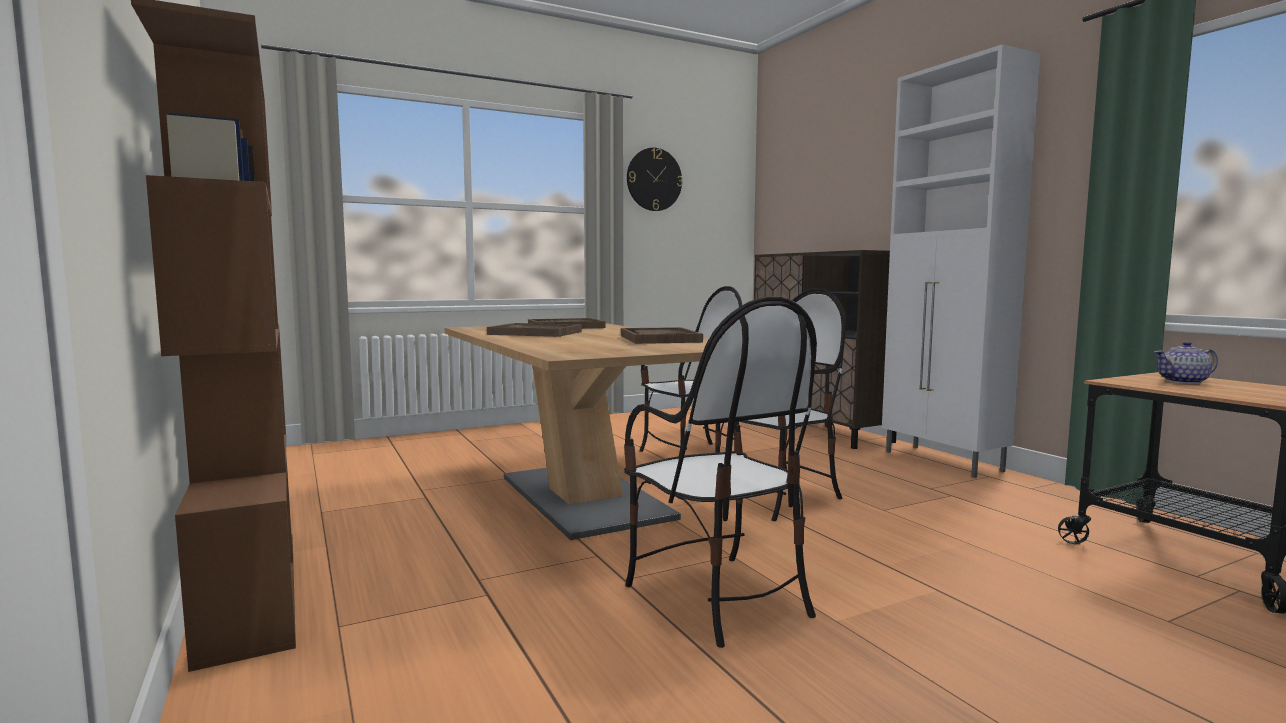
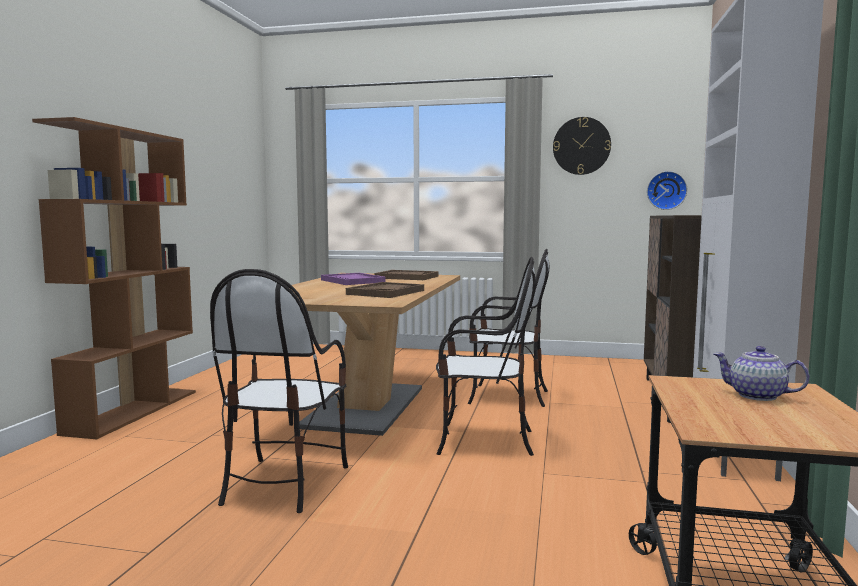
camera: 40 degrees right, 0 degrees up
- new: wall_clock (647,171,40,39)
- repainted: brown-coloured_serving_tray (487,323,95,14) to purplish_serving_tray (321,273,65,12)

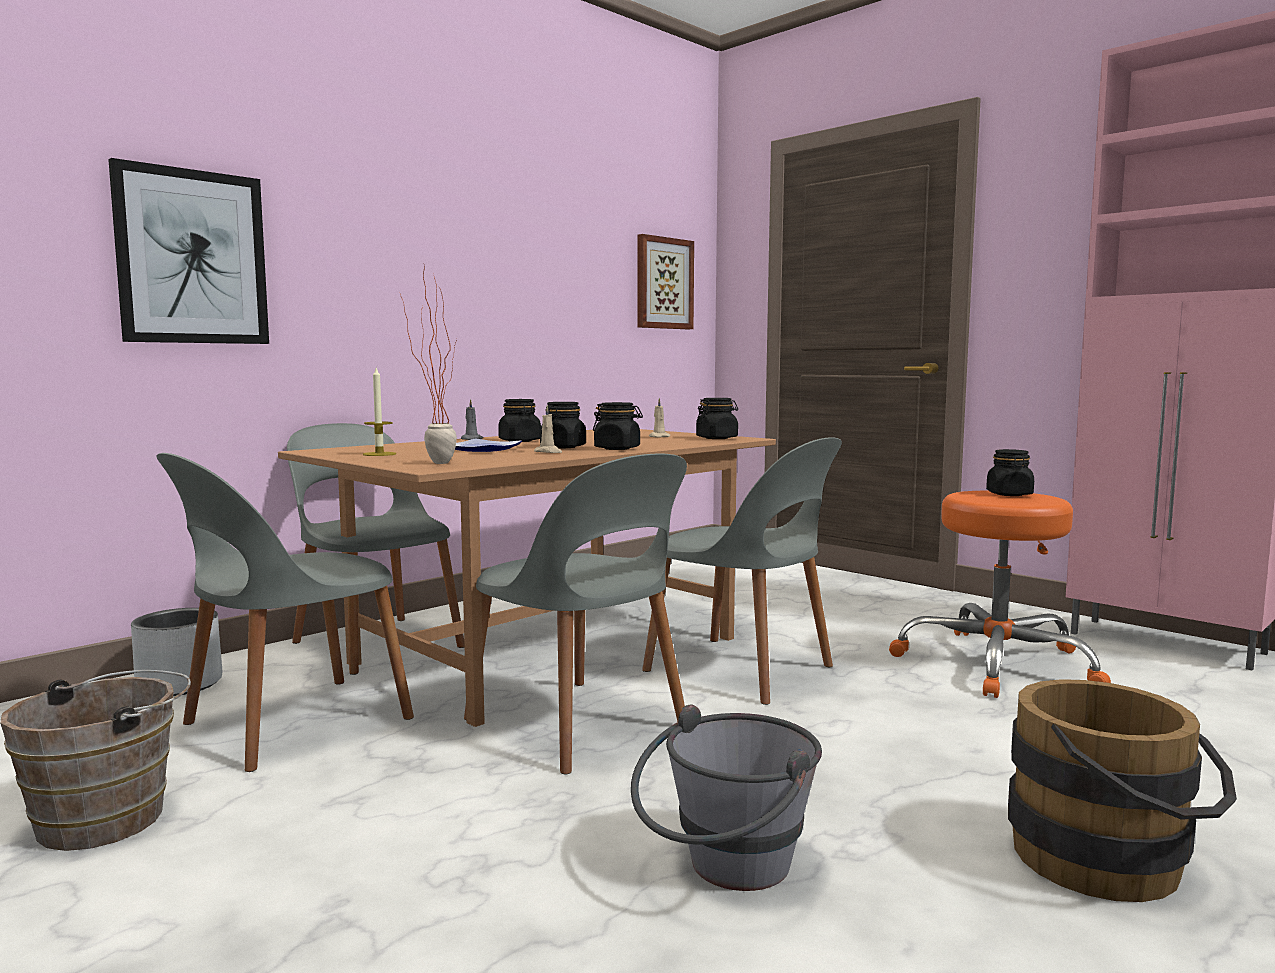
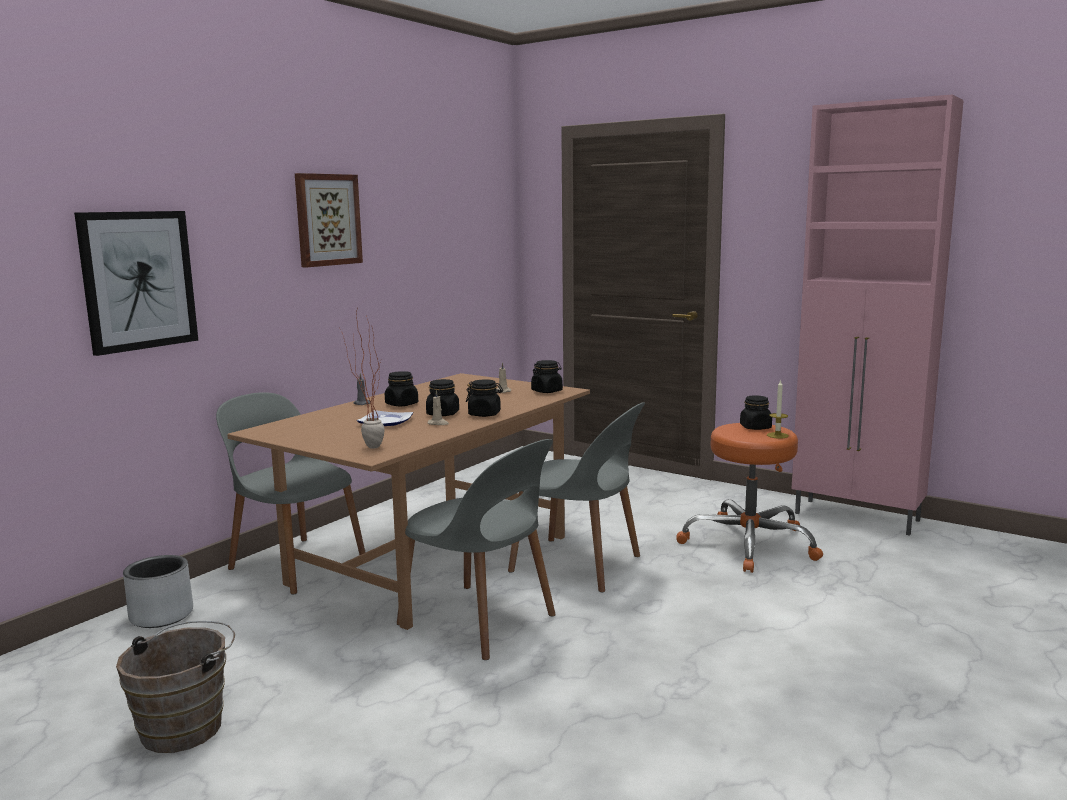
camera: 10 degrees left, 5 degrees up
- gone: gray_chair (156,453,258,319)
- gone: gray_pail (631,704,191,187)
- gone: brown-coloured_pail (1008,679,229,223)
- shifted: wax_light (363,368,33,88) to (767,380,22,59)
- shifted: wall_picture (637,234,57,95) to (295,173,68,95)

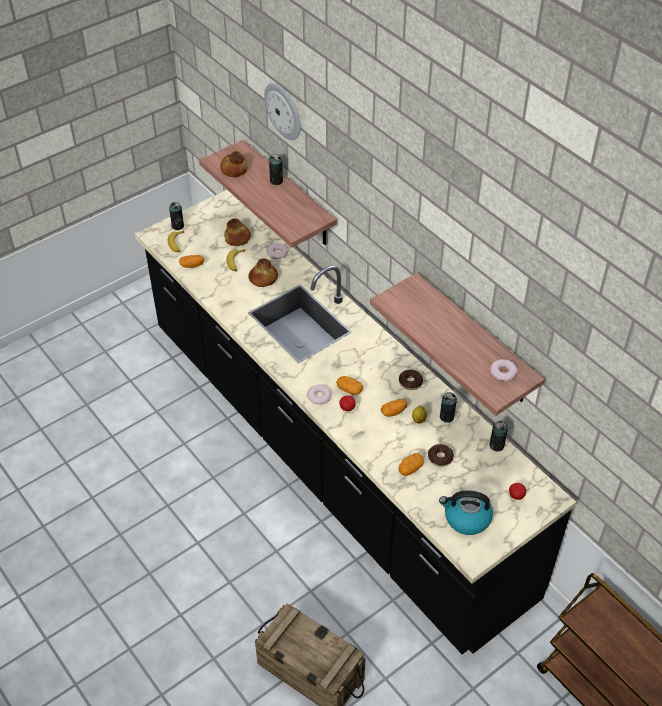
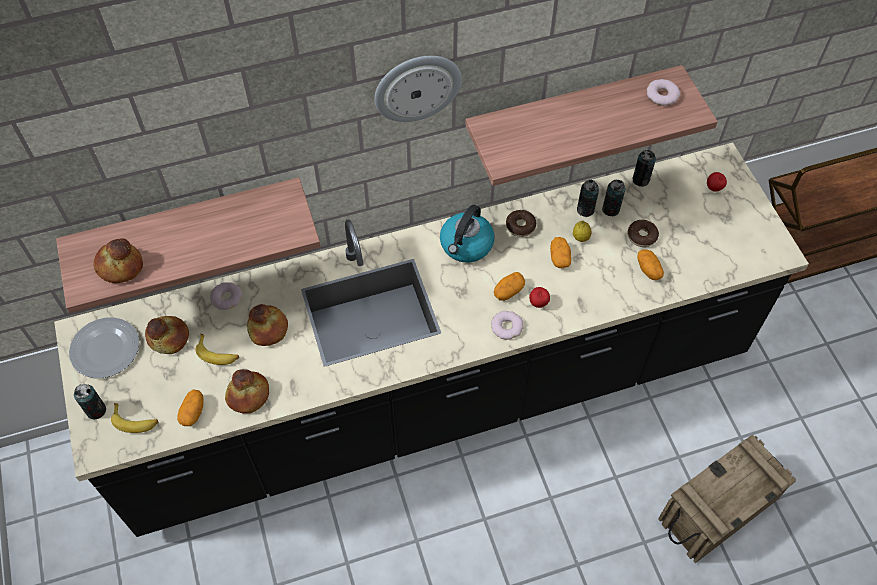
camera: 70 degrees left, 10 degrees up
- new: flat_dish (69,317,70,61)
- new: baked_bread (225,369,44,45)
- shifted: wall_clock (264,83,37,57) to (375,56,87,66)
- shifted: can (269,154,14,31) to (602,180,23,36)
- shifted: kettle (439,491,54,44) to (440,205,55,58)

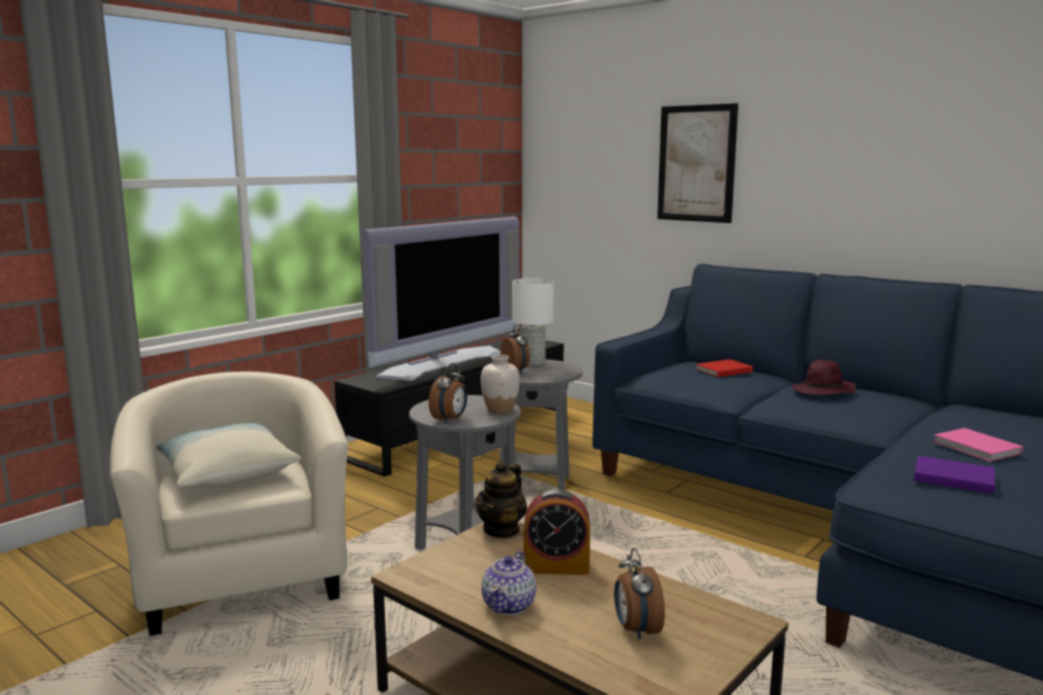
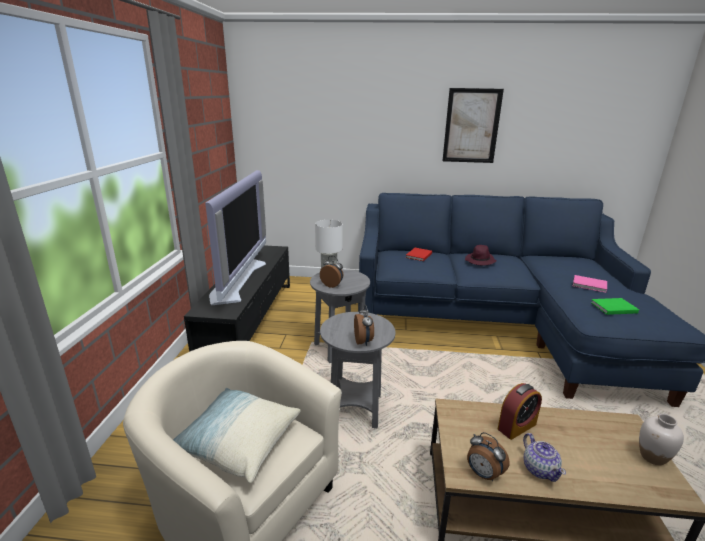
camera: 35 degrees left, 10 degrees up
- gone: tea_pot (475,460,52,78)
- shifted: whitish_decorative_vase (481,355,39,59) to (639,414,45,51)
- shifted: table_clock (614,548,51,92) to (467,432,43,50)
- shifted: wall_picture (657,103,81,120) to (443,88,61,75)
- repainted: purplish_book (914,456,81,38) to green_book (591,298,48,17)

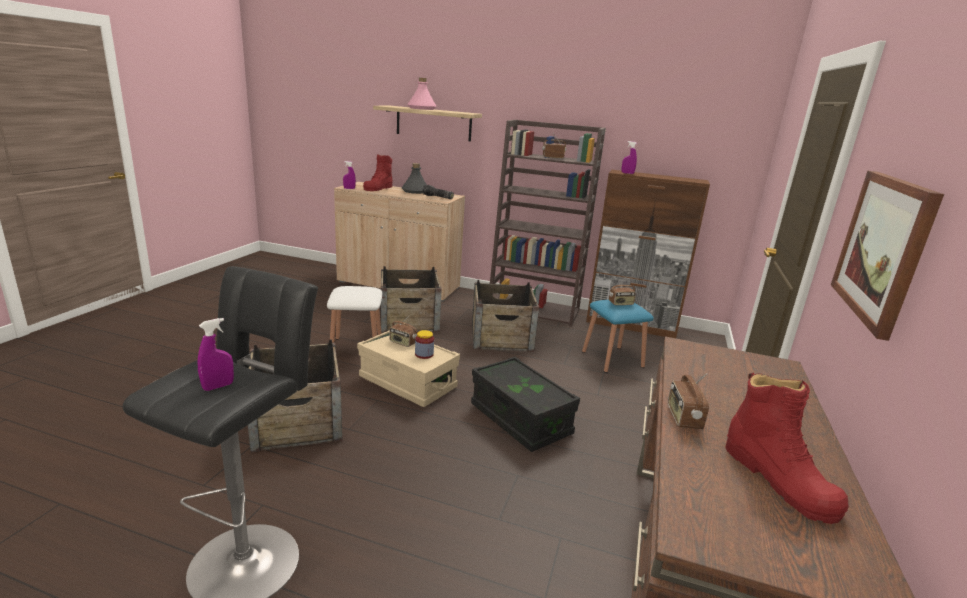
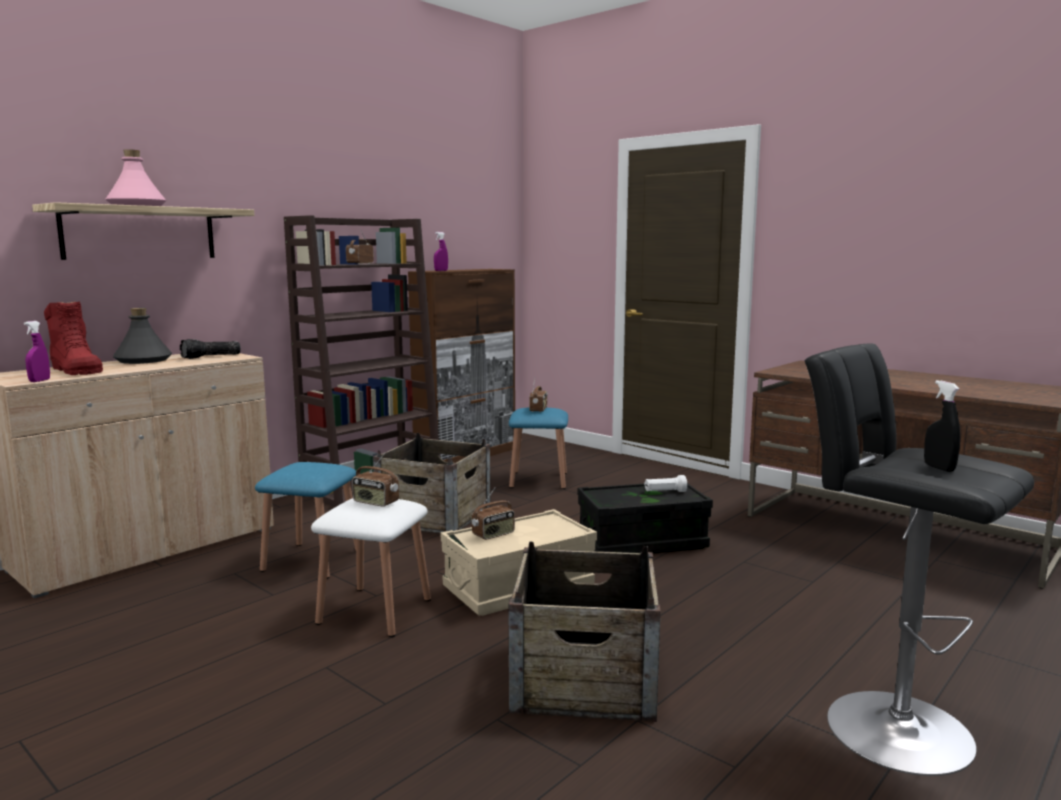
camera: 65 degrees left, 10 degrees down
- gone: preserve_jar (415,330,19,29)
- gone: red_high-top_boot (725,373,124,151)
- gone: wall_picture (831,171,113,170)
- new: whitish_torch (644,475,43,17)
- shifted: radio (668,373,41,56) to (352,453,47,54)
- swapped: packing_crate (381,266,61,67) to bluish_stool (255,462,101,117)
- repainted: purplish_sprayer (197,318,37,73) to black-coloured_sprayer (924,380,37,92)

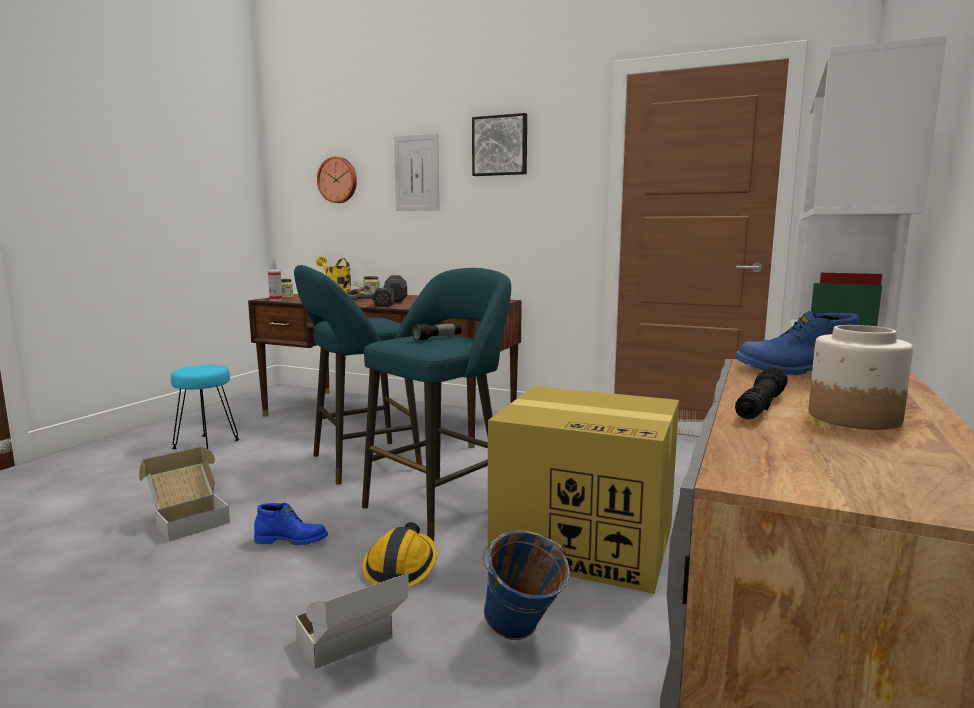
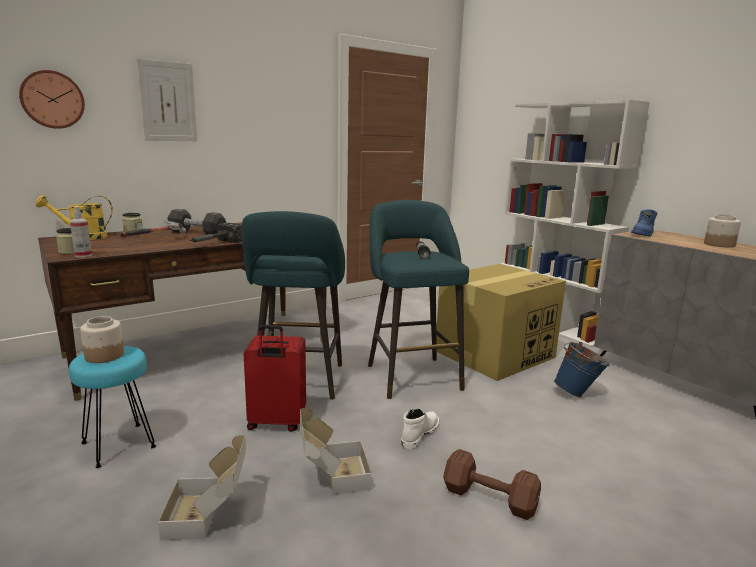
camera: 60 degrees left, 5 degrees up
- gone: safety_helmet (362,522,75,65)
- gone: wall_picture (472,113,55,63)
- gone: black-coloured_torch (735,367,53,52)
- new: preserve_jar (80,316,44,47)
- new: red_travel_case (244,325,62,107)
- new: brown-coloured_free_weight (443,449,98,71)
- shifted: cardboard_box (295,570,114,99) to (158,435,88,105)
- repainted: bluish_high-top_boot (254,503,74,42) to whitish_high-top_boot (401,408,38,41)

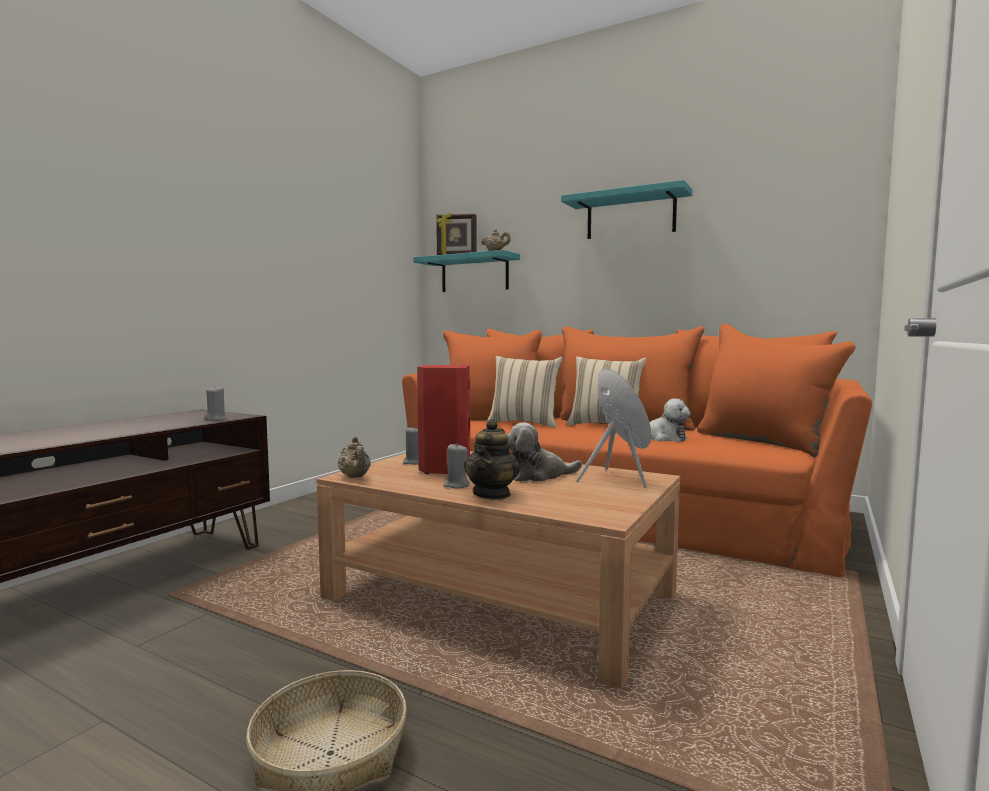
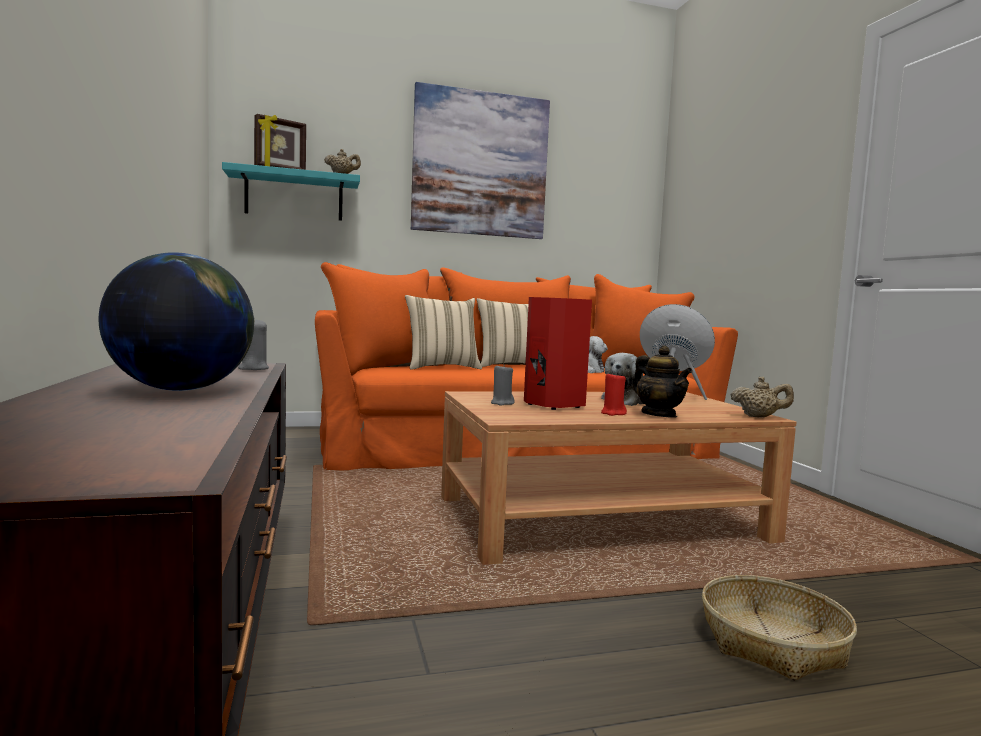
camera: 45 degrees left, 0 degrees up
- new: globe (99,252,155,139)
- shifted: beige_tea_pot (338,437,33,41) to (731,376,63,41)
- swapped: turquoise-coloured_bracket_shelf (561,180,132,59) to wall_picture (411,82,139,157)
- repainted: gray_wax_light (443,443,27,45) to red_wax_light (601,372,26,44)

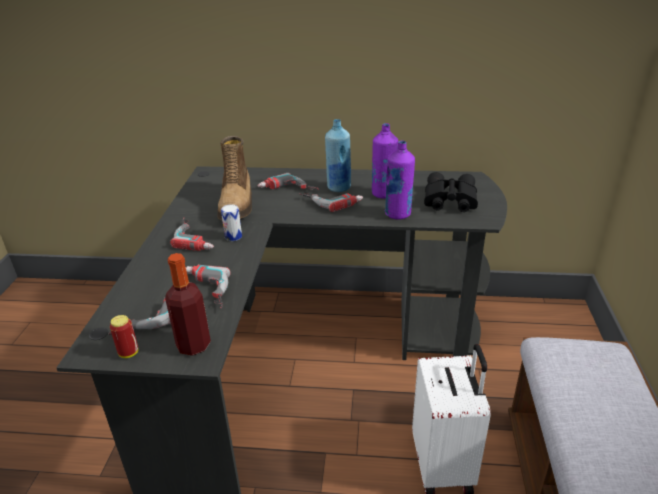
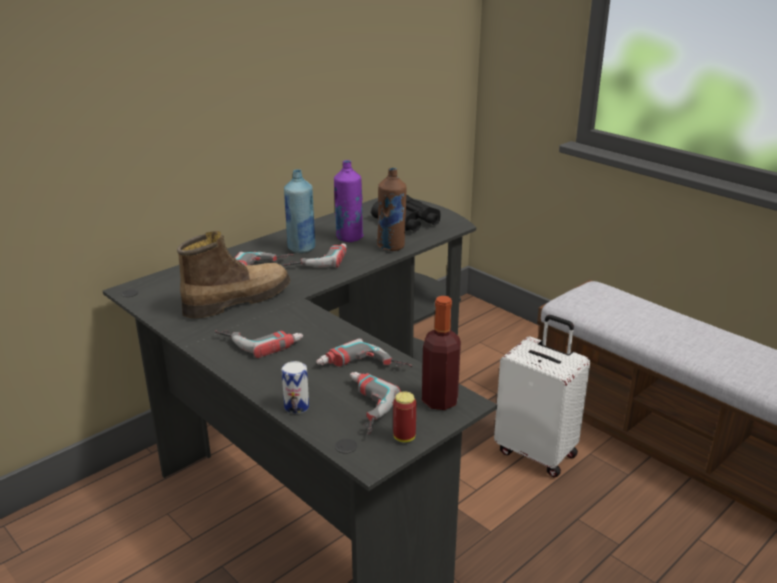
camera: 50 degrees left, 5 degrees down
- shifted: can (221,204,21,37) to (281,361,28,53)
- repainted: purplish_bottle (385,140,30,80) to brown-coloured_bottle (377,168,29,83)
- rotated: high-top_boot (217,136,35,84) = (177,231,113,87) 75 degrees counterclockwise

